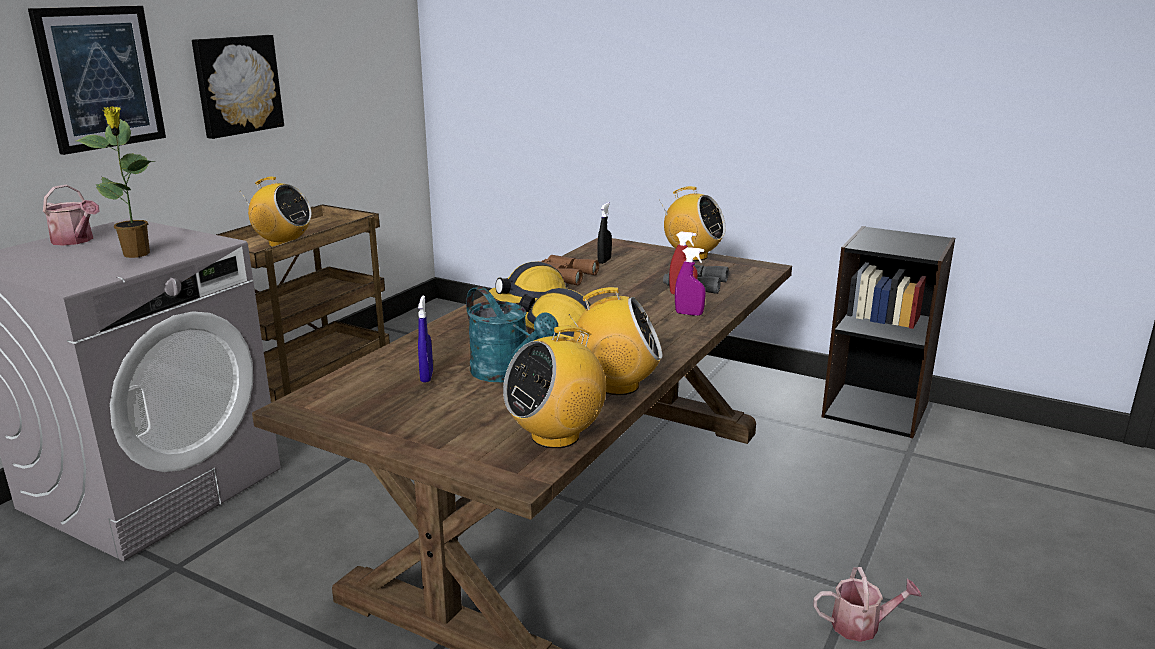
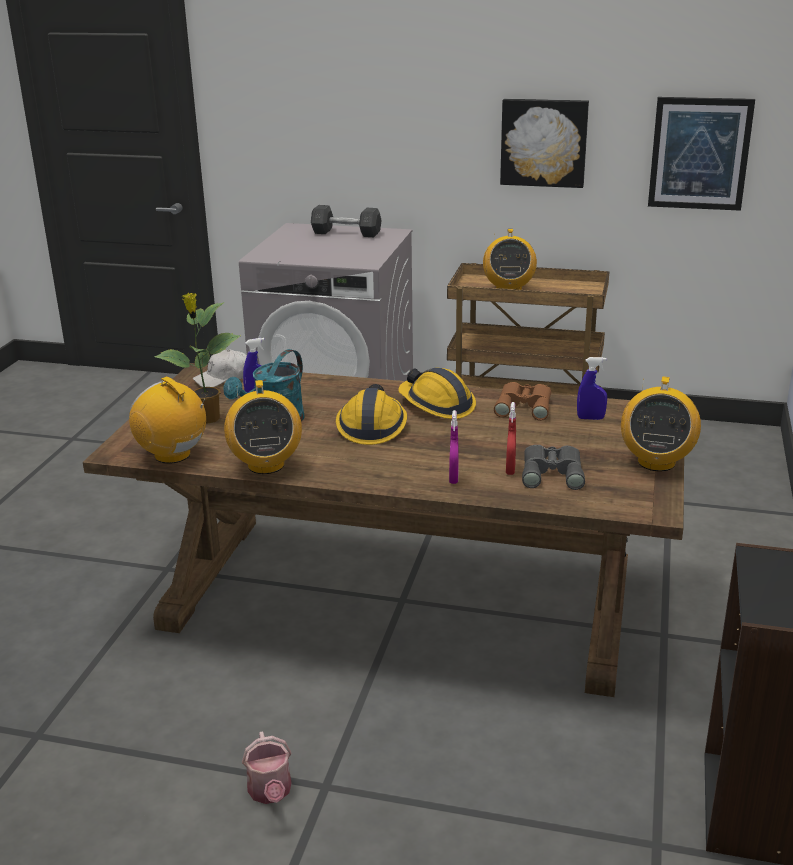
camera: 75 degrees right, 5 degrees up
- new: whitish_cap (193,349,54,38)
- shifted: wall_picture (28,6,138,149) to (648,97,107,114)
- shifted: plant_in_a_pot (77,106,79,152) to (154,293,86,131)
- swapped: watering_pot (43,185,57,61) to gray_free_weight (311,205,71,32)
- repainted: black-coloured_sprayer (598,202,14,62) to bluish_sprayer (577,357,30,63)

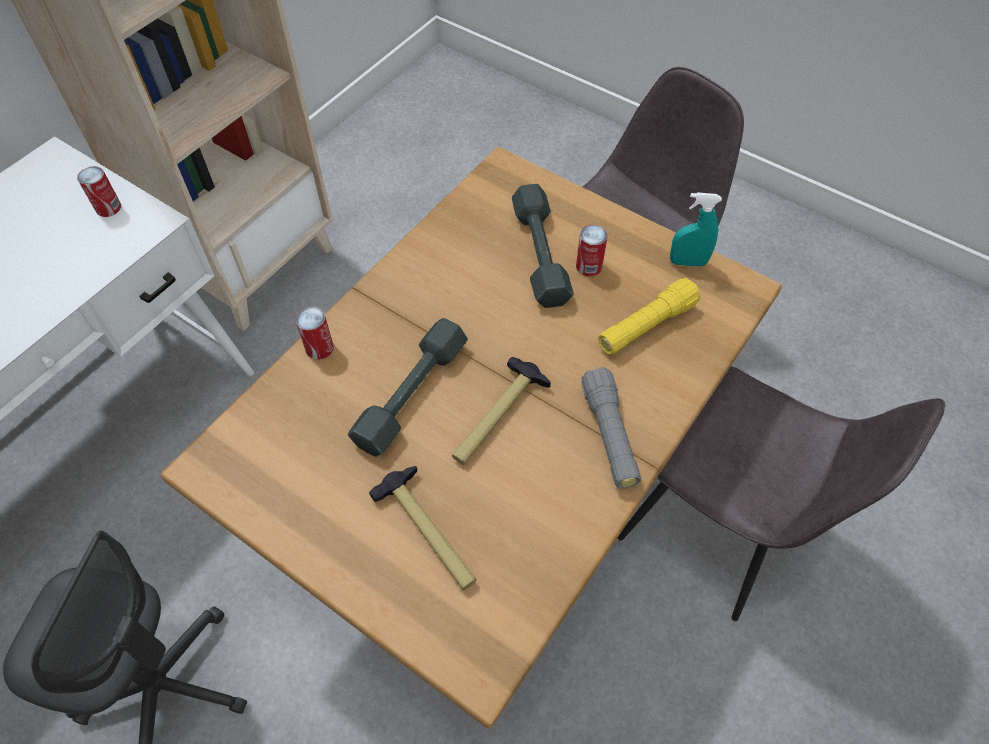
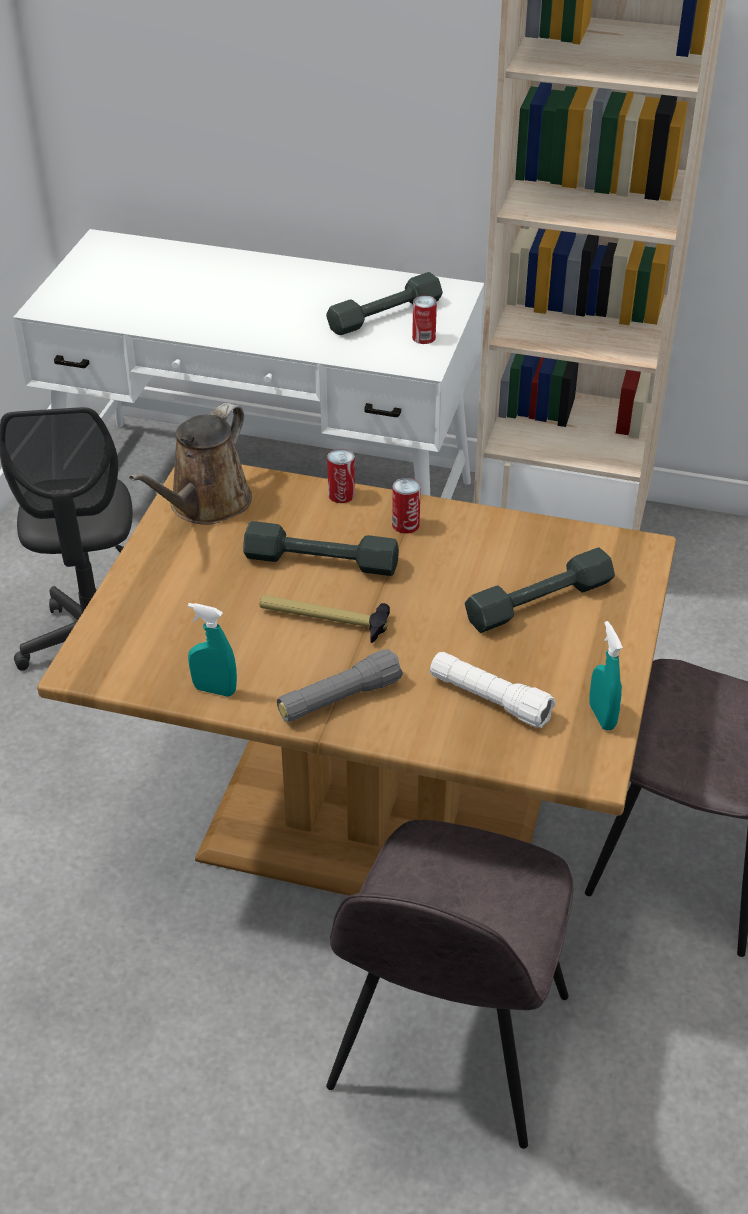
camera: 70 degrees right, 15 degrees down
- gone: hand_hammer (369,466,107,124)
- new: brown-coloured_watering_pot (129,403,123,122)
- new: turquoise-coloured_sprayer (188,603,49,94)
- new: gray_free_weight (326,272,117,63)
- shifted: can (576,225,32,52) to (392,478,29,56)
- repainted: yellow-coloured_torch (598,278,102,77) to whitish_torch (430,652,126,76)

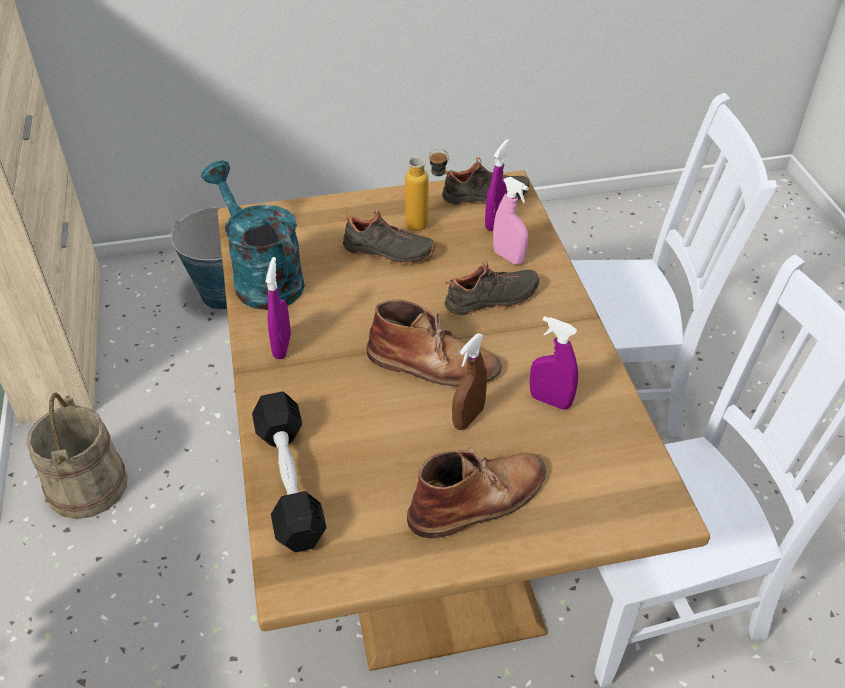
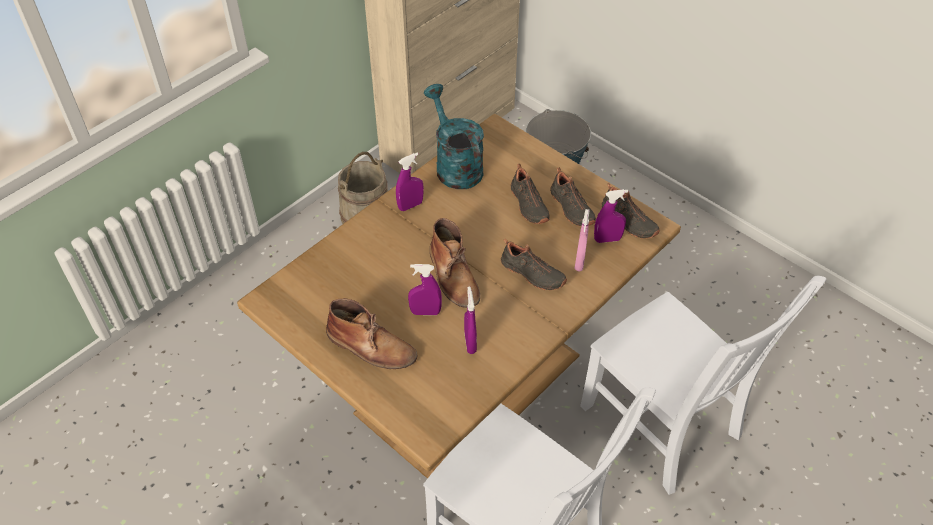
camera: 55 degrees right, 5 degrees up
- gone: black-coloured_free_weight (252,391,74,162)
- swapped: bottle (405,148,44,83) to black-coloured_low_shoe (550,168,46,58)
- repainted: brown-coloured_sprayer (452,333,35,97) to purplish_sprayer (408,264,34,51)
- rotated: turquoise-coloured_watering_pot (201,160,104,150) = (424,84,60,105) 45 degrees counterclockwise

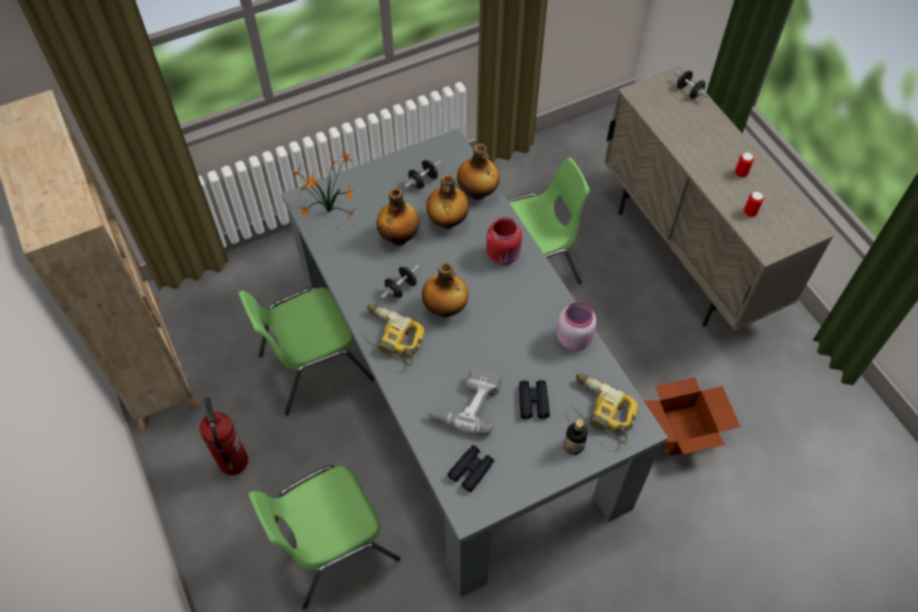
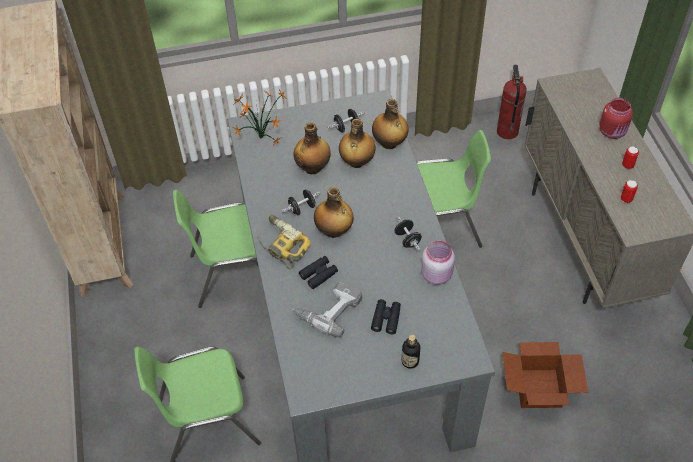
camera: 15 degrees right, 5 degrees down
- gone: power_drill (571,373,67,71)
- shifted: fire-fighting_cylinder (200,397,48,78) to (497,65,30,74)
- shifted: black-coloured_pair_of_binoculars (448,445,46,47) to (299,256,39,33)
- shifted: red_preserve_jar (486,217,36,48) to (599,98,34,41)
- shifted: black-coloured_free_weight (674,71,35,28) to (394,217,28,34)

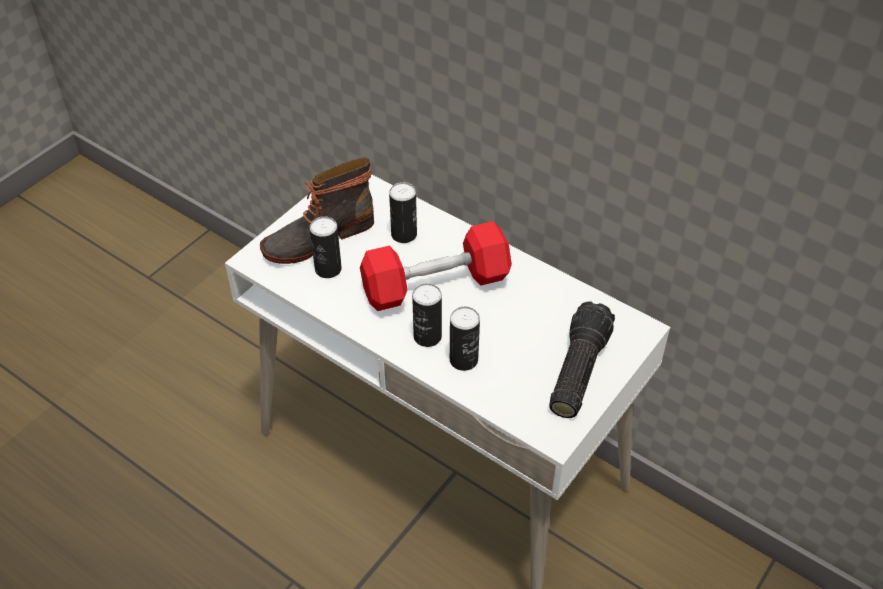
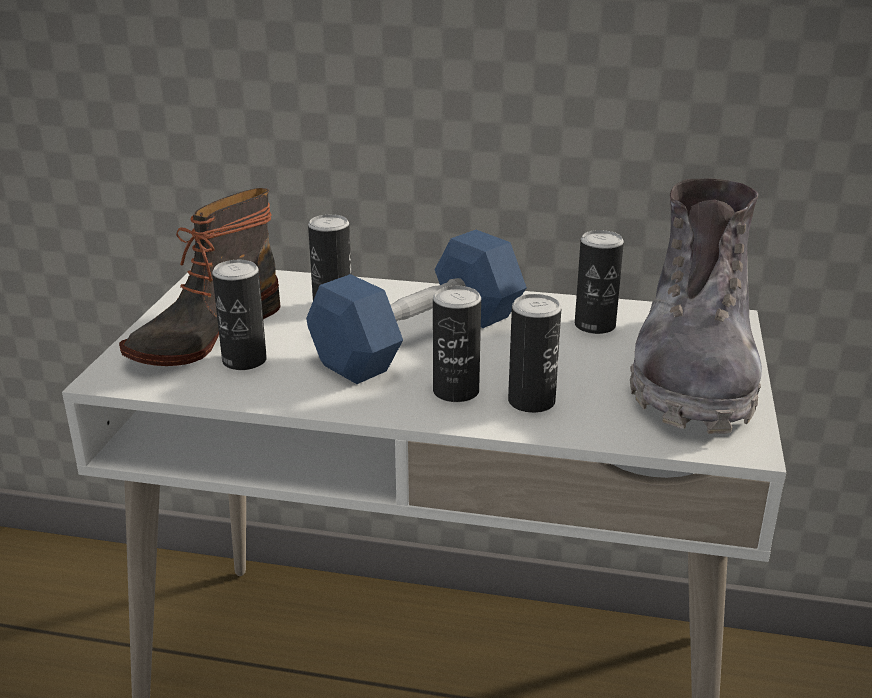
camera: 25 degrees left, 20 degrees down
- new: can (575,230,49,104)
- swapped: torch (549,302,66,116) to gray_high-top_boot (630,179,132,255)
- repainted: red_free_weight (360,221,152,90) to bluish_free_weight (306,230,221,154)

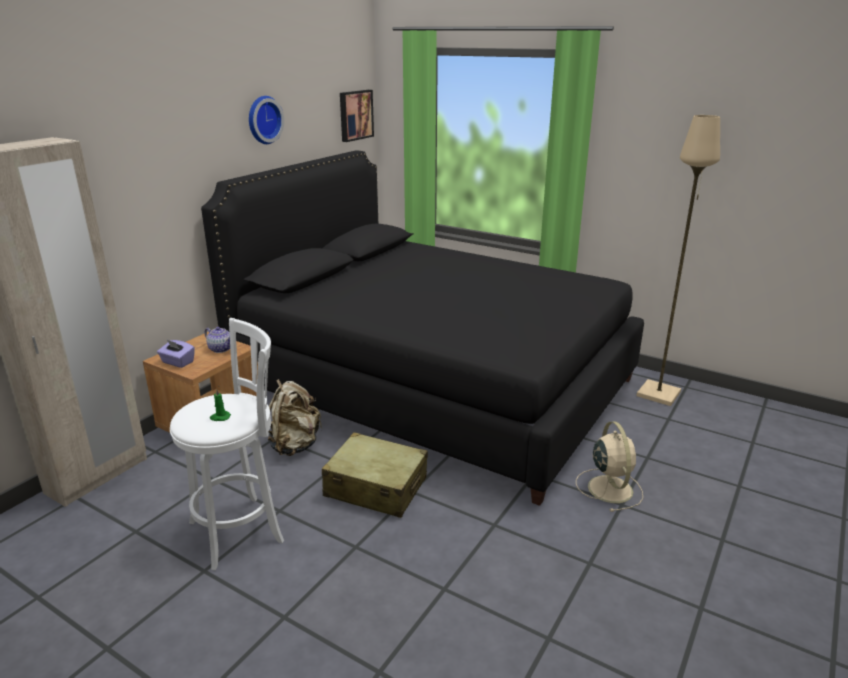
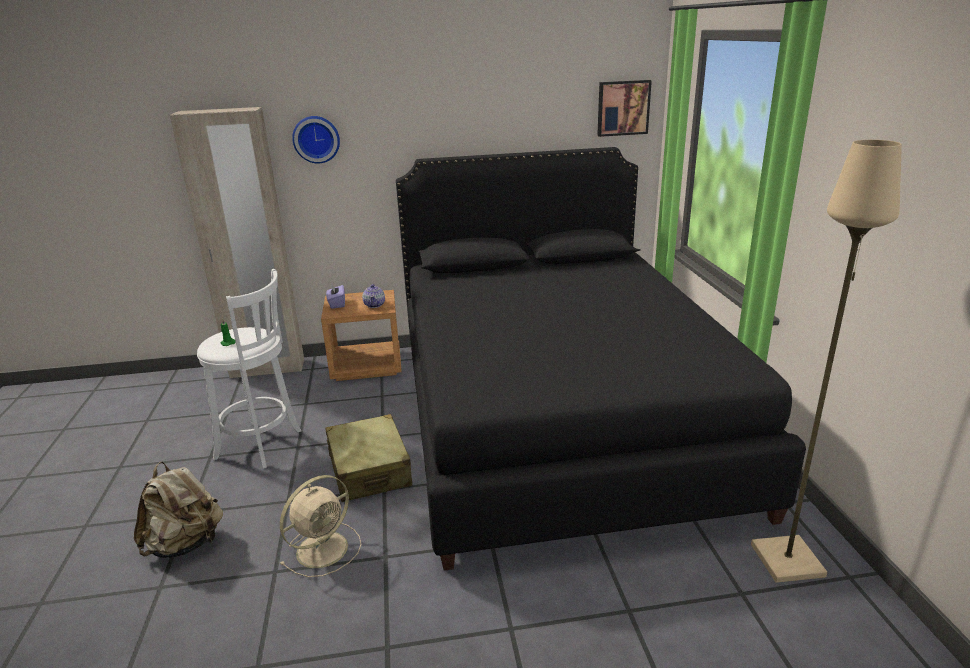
camera: 50 degrees right, 0 degrees up
- shifted: wall_clock (249,96,35,48) to (292,116,48,48)
- shifted: beige_backpack (268,379,54,77) to (134,462,89,96)
- shifted: beige_cooling_fan (576,421,67,91) to (280,475,81,102)

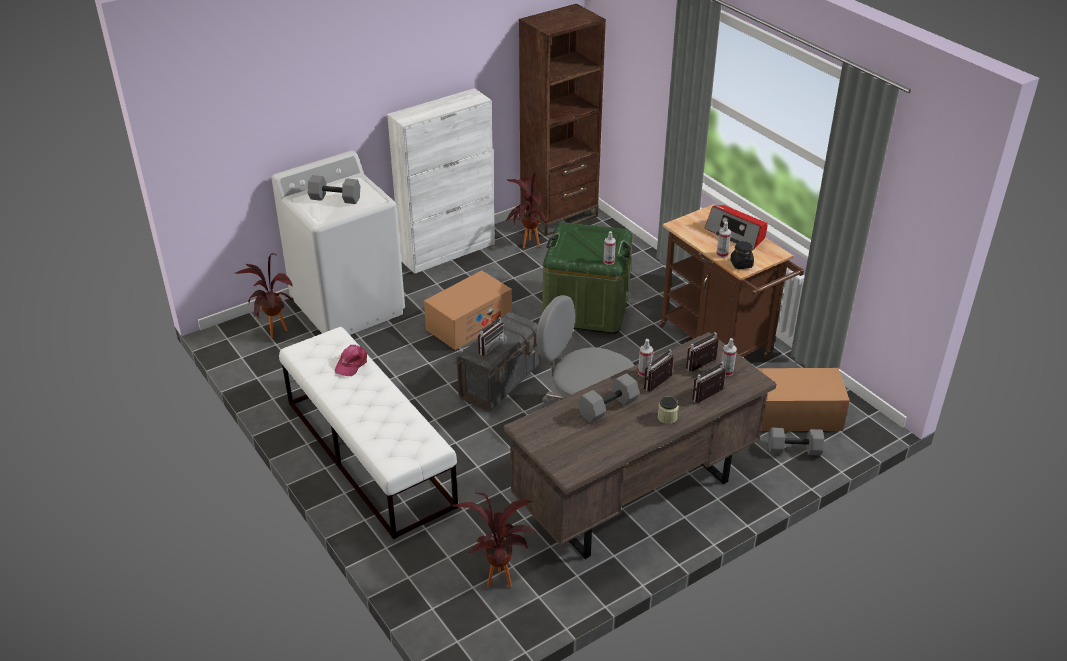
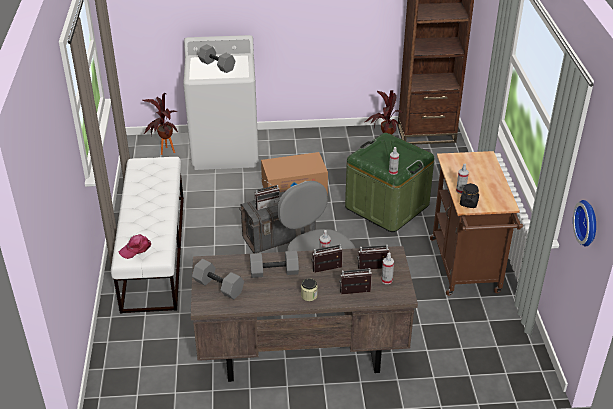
camera: 30 degrees right, 0 degrees up
- gone: whitish_cupboard (387,88,108,186)
- gone: plant_in_a_pot (452,493,84,95)
- gone: radio (705,205,63,45)
- gone: cardboard_box (757,368,93,63)
- new: wall_clock (573,200,23,47)
- shifted: pink-coloured_cap (335,345,32,31) to (119,234,32,25)
- shifted: gray_free_weight (768,427,56,29) to (192,259,52,41)

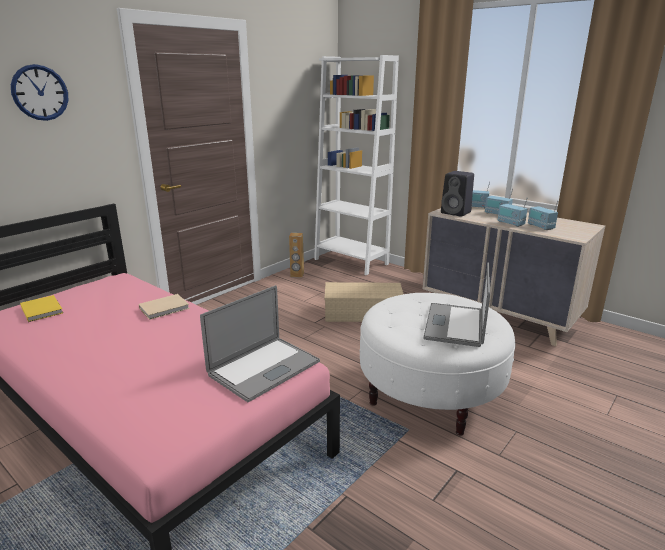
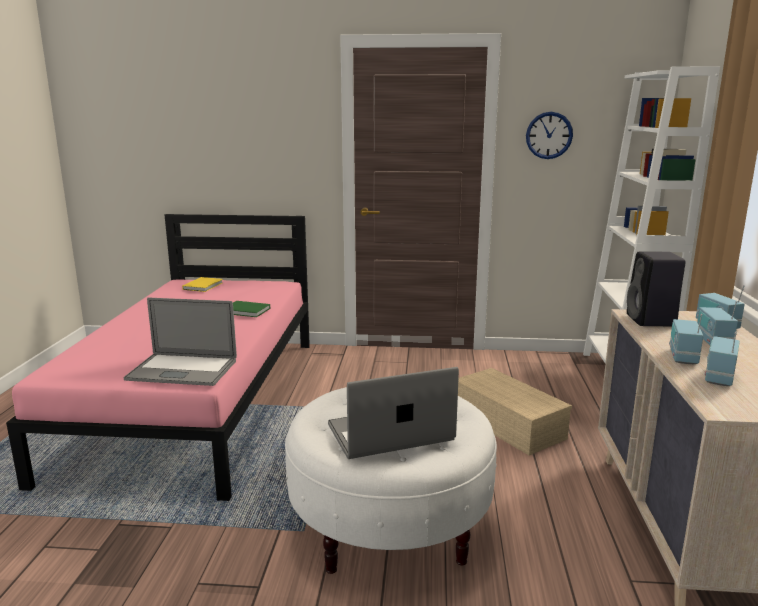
camera: 55 degrees right, 5 degrees down
- gone: brown-coloured_audio_speaker (289,233,15,45)
- shifted: wall_clock (11,64,57,57) to (526,112,47,47)
- repainted: beige_book (139,294,51,26) to green_book (233,301,37,16)

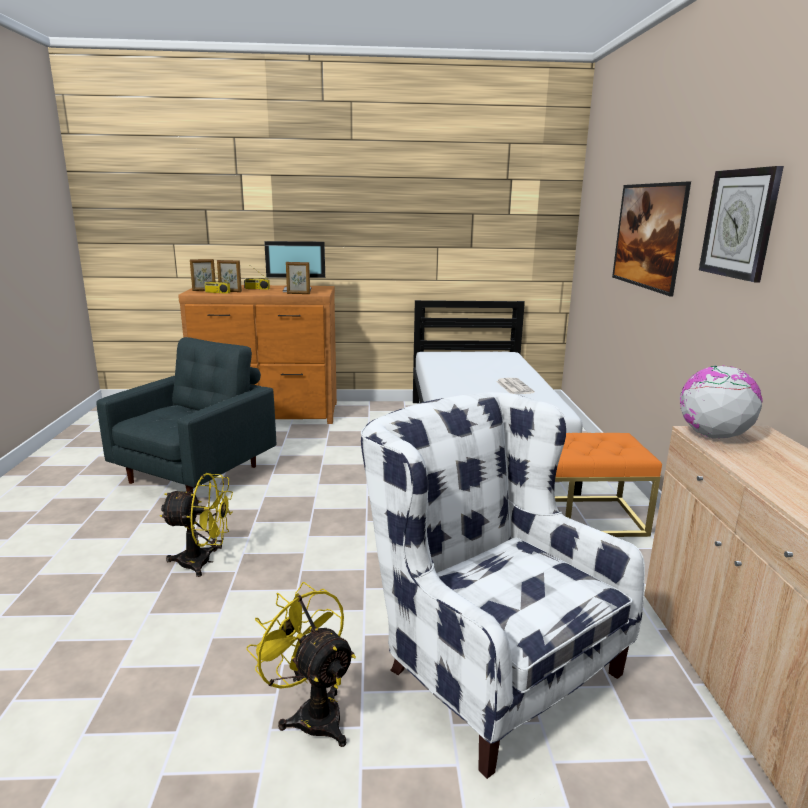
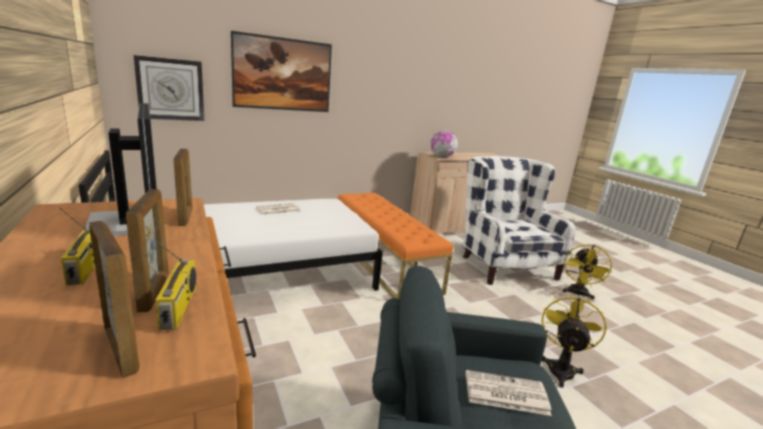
camera: 115 degrees left, 0 degrees up
- new: daily_paper (466,370,86,46)
- shifted: wall_clock (699,166,85,116) to (134,55,70,66)
- rotated: yellow-coloured_cooling_fan (160,473,73,104) = (542,295,65,93) 45 degrees clockwise
- rotated: whitish_lounge_chair (361,392,284,387) = (463,156,112,129) 135 degrees clockwise

